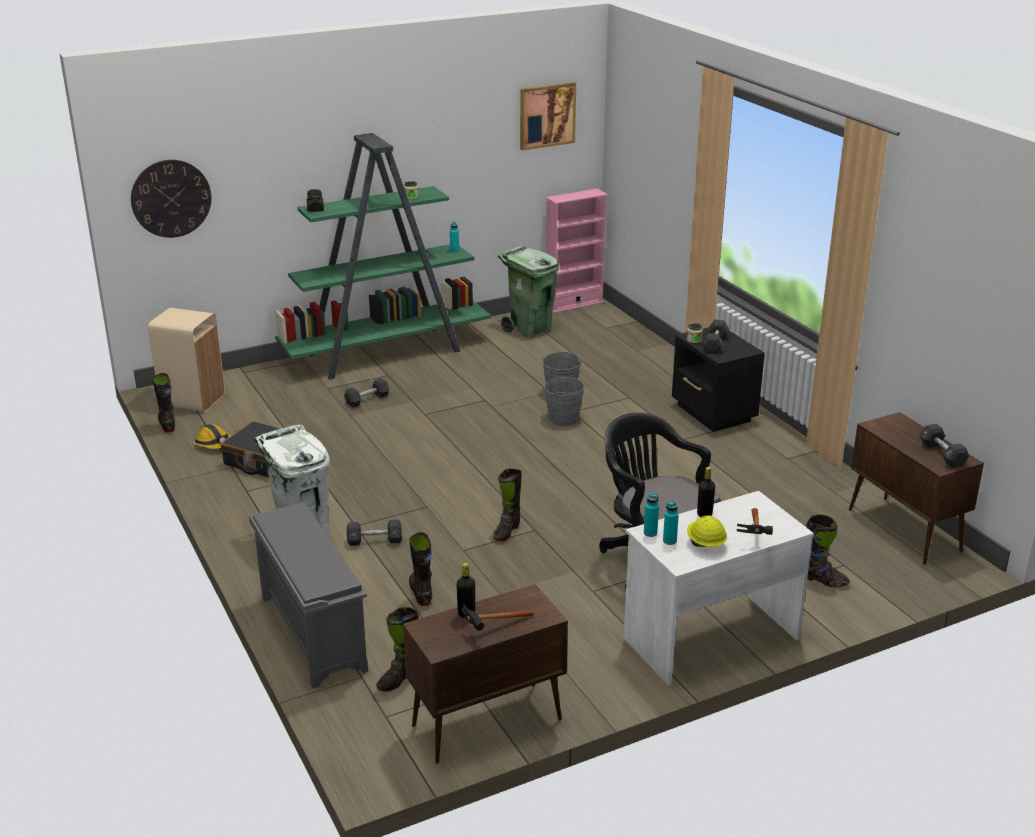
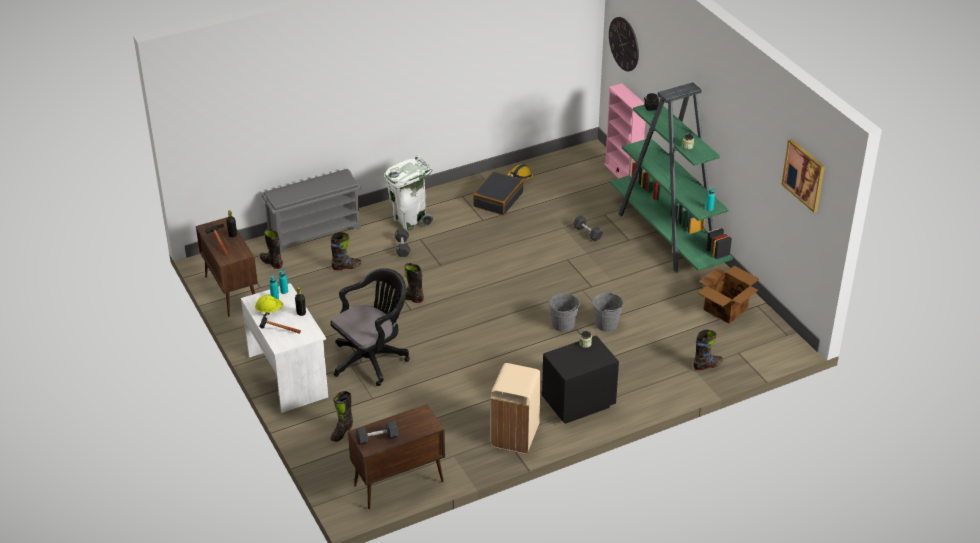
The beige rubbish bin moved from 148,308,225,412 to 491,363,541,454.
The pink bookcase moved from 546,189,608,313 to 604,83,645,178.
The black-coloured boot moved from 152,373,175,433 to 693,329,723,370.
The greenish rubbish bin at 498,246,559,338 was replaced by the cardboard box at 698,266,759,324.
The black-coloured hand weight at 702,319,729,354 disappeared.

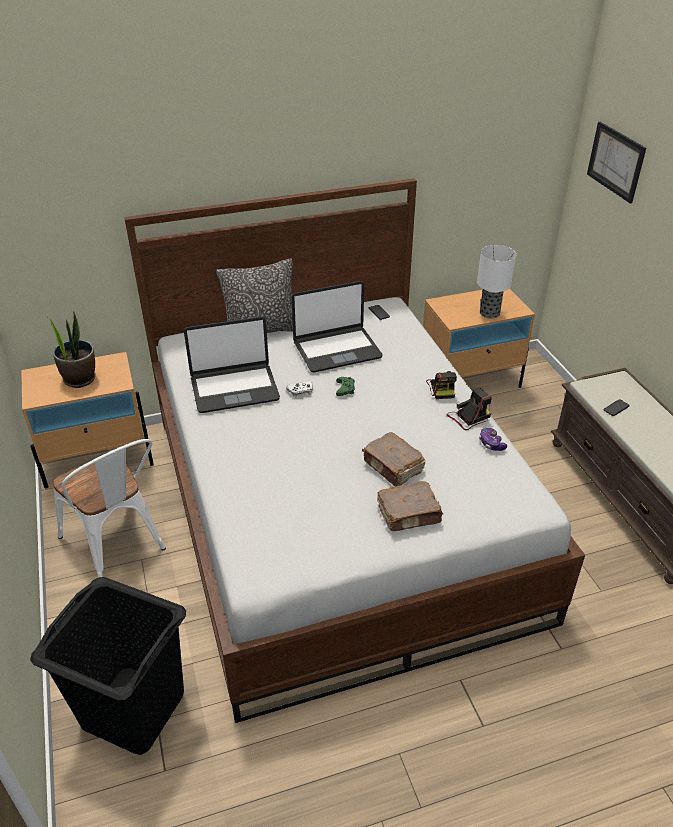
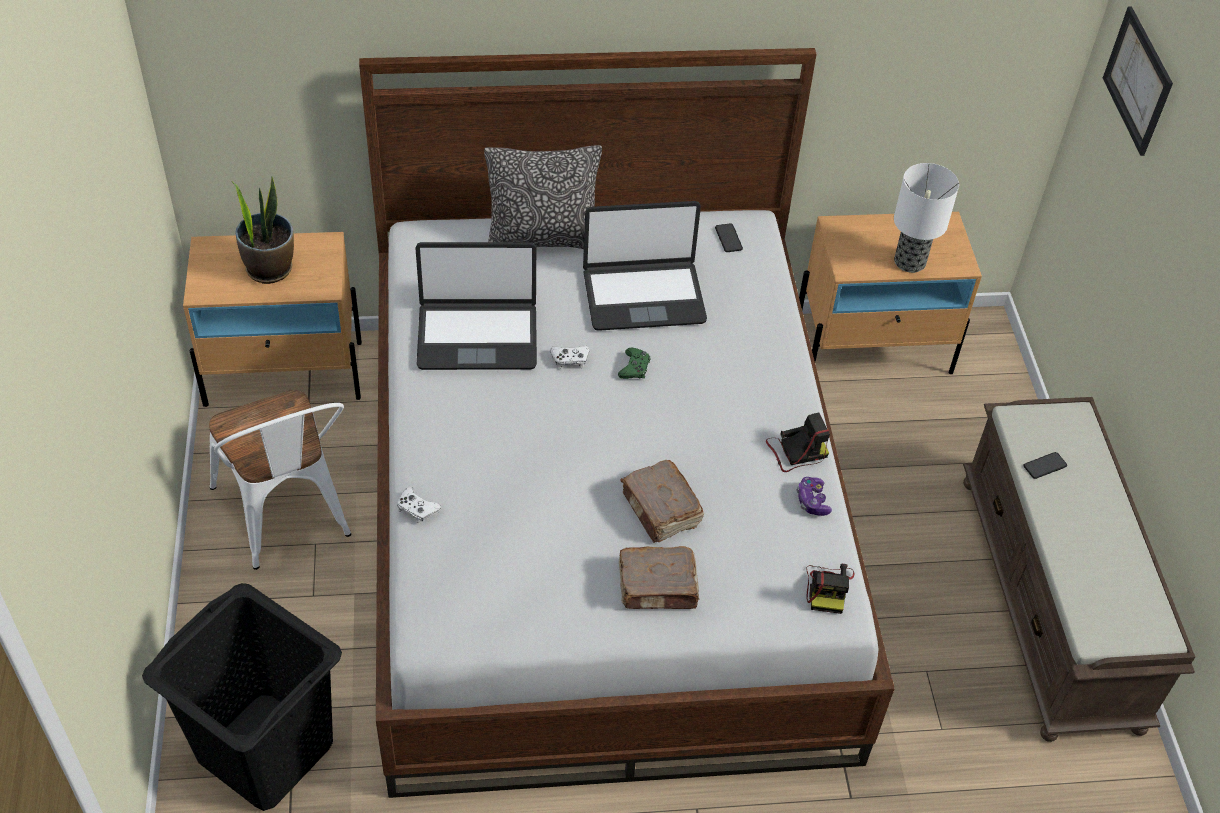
The white-coloured game controller at 397,487,441,523 appeared.
The photo camera moved from 426,371,457,399 to 806,564,855,614.

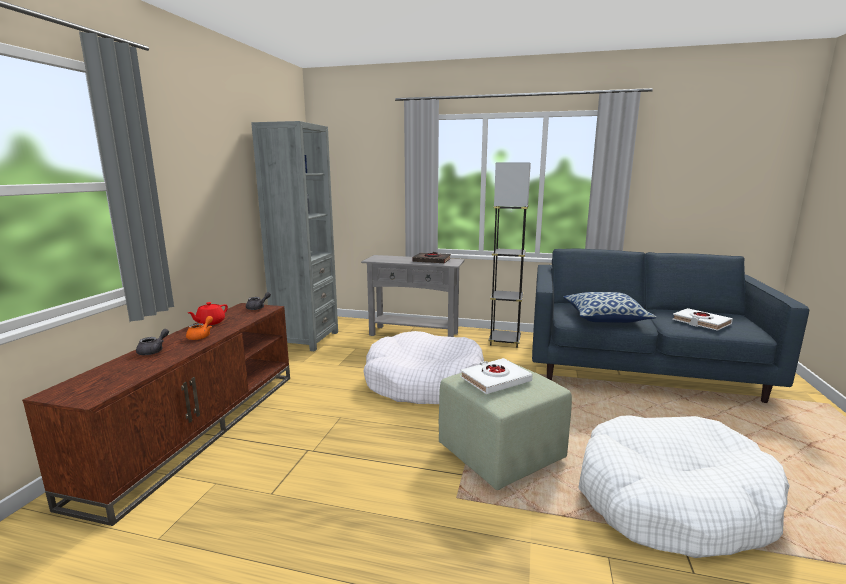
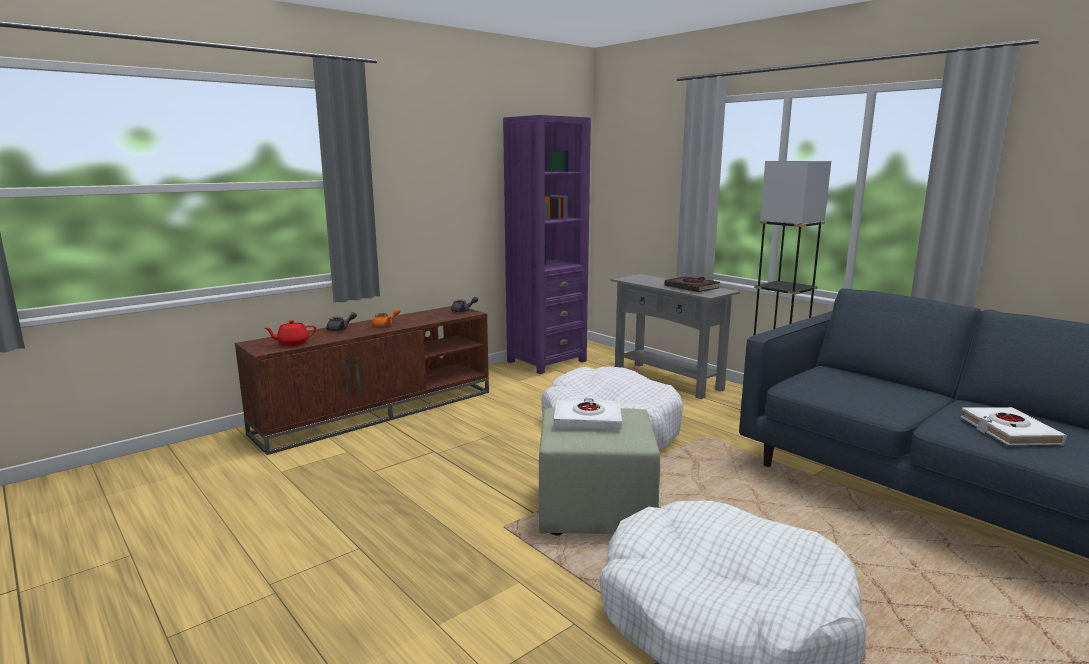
The red-coloured tea pot moved from 188,302,228,325 to 264,320,316,346.
The gray bookcase at 251,121,338,351 became the purple bookcase at 503,115,591,374.
The cushion at 563,292,657,323 disappeared.

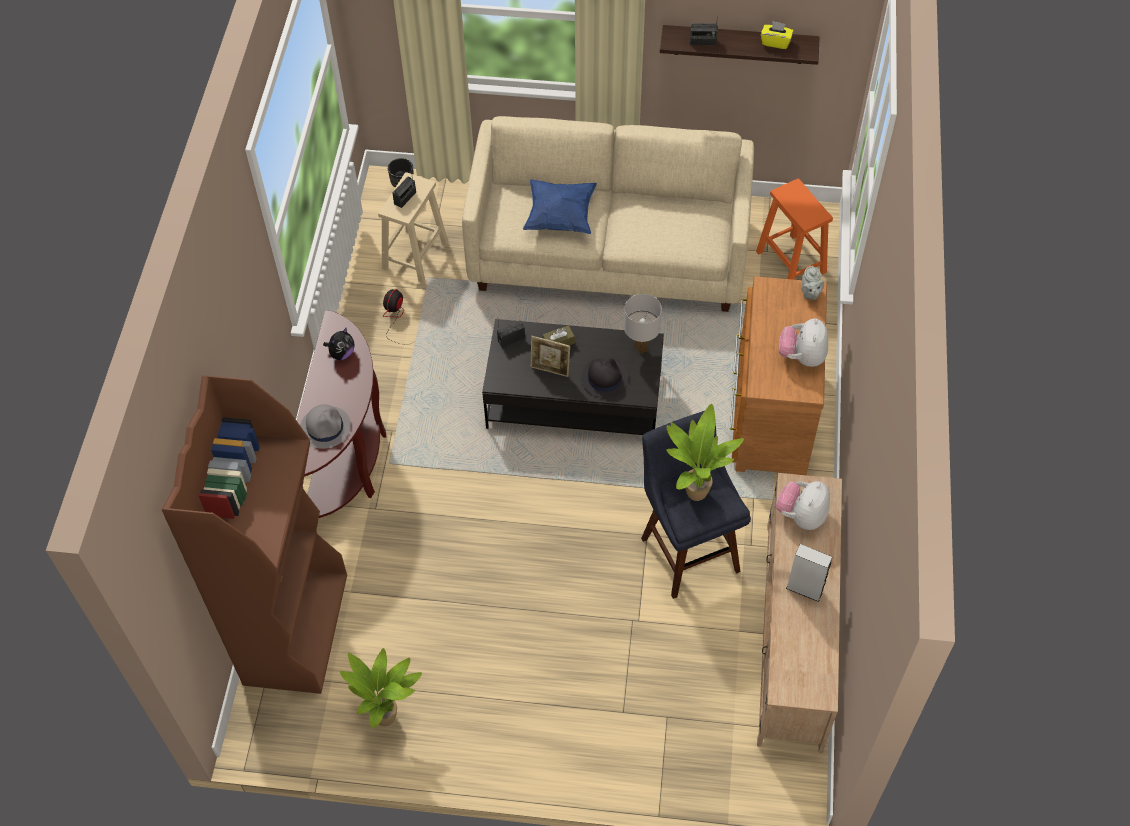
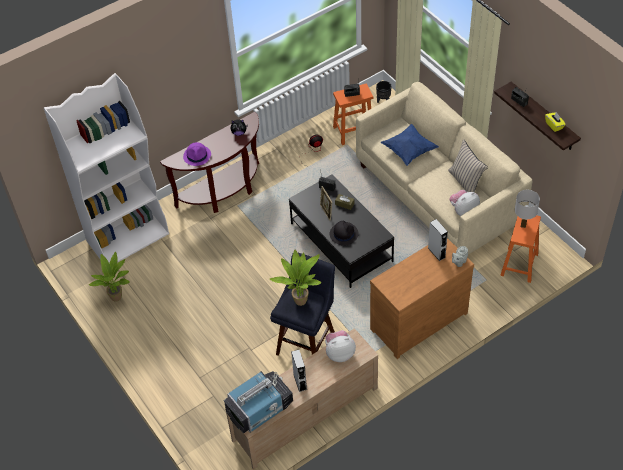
The brownish bookcase at 162,375,347,694 became the white-coloured bookcase at 44,73,169,263.
The gray clothing hat at 300,404,351,449 became the purple clothing hat at 183,142,211,166.
The television at 224,371,293,433 appeared.
The beige stool at 378,172,448,283 became the orangey stool at 333,84,373,145.
The gray audio speaker at 428,219,448,261 appeared.
The beige cushion at 448,139,488,192 appeared.
The plush toy moved from 779,319,828,367 to 449,190,480,216.
The white-coloured table lamp moved from 624,294,662,354 to 515,190,540,228.

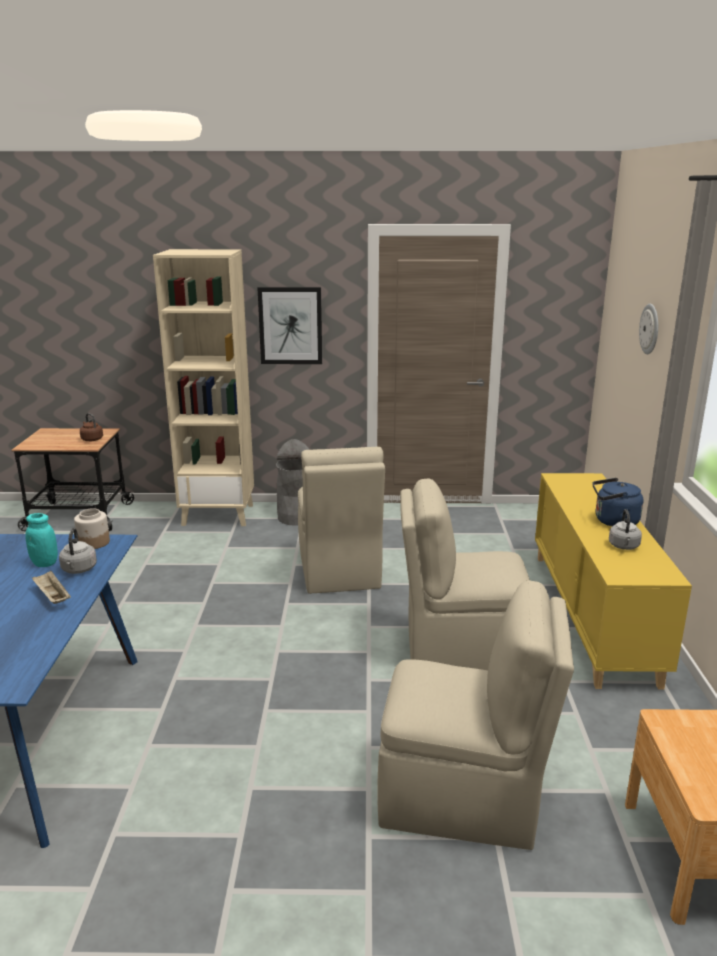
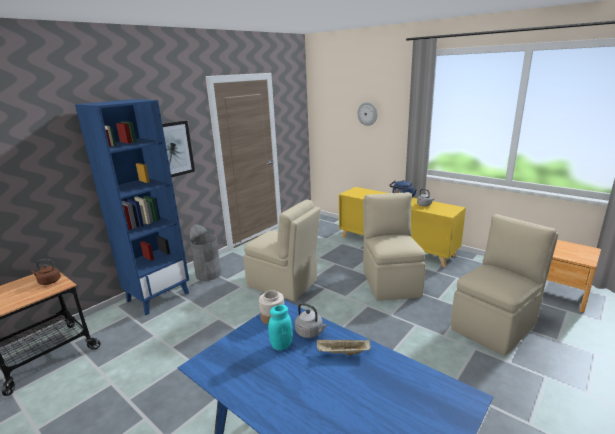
The beige bookcase at 153,249,254,526 became the blue-coloured bookcase at 75,99,189,315.
The beige plain chair at 400,478,530,670 turned 135 degrees clockwise.

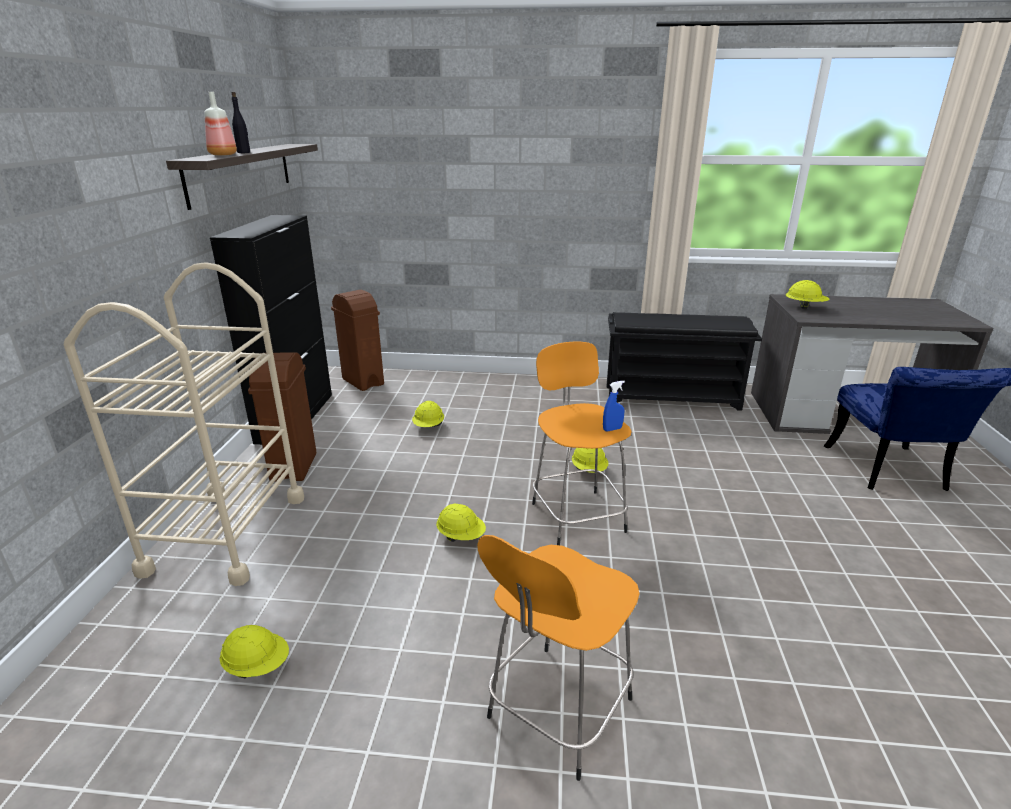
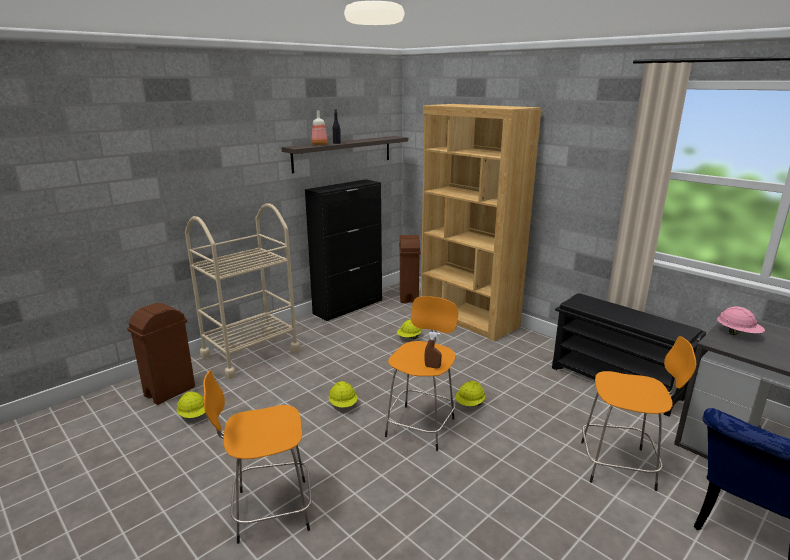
The brownish rubbish bin moved from 248,352,316,481 to 127,303,195,405.
The brownish bookcase at 421,104,542,342 appeared.
The blue-coloured hand sprayer at 603,381,625,431 became the brownish hand sprayer at 424,332,442,368.
The orangey stool at 581,336,696,491 appeared.
The yellow-coloured hard hat at 786,280,830,309 became the pink hard hat at 717,306,765,335.

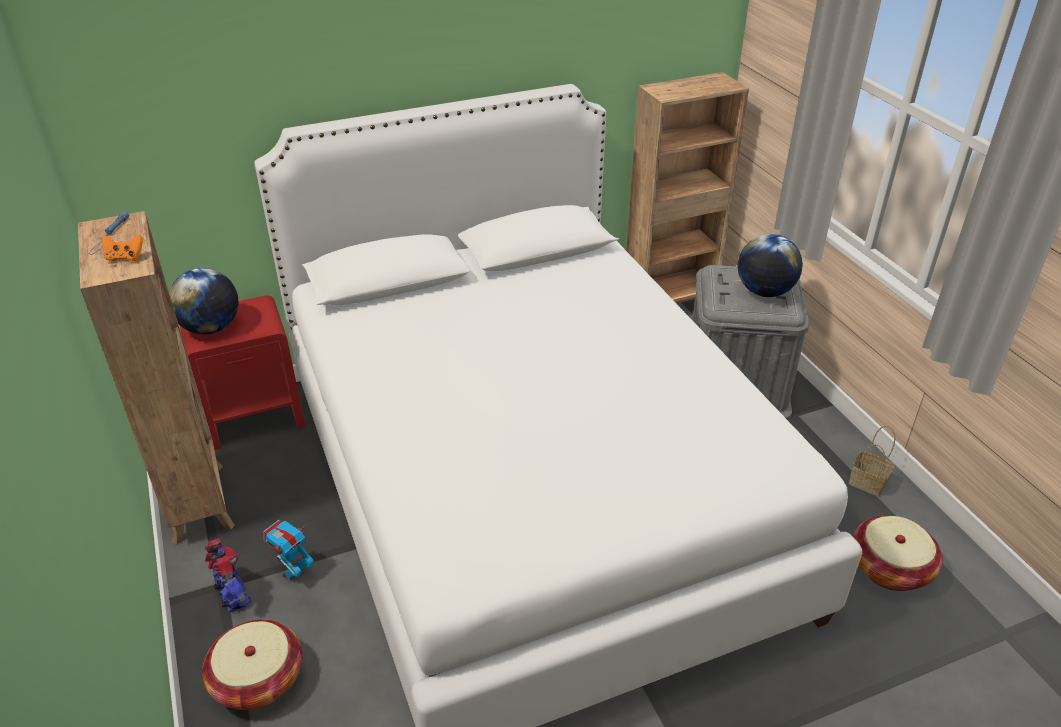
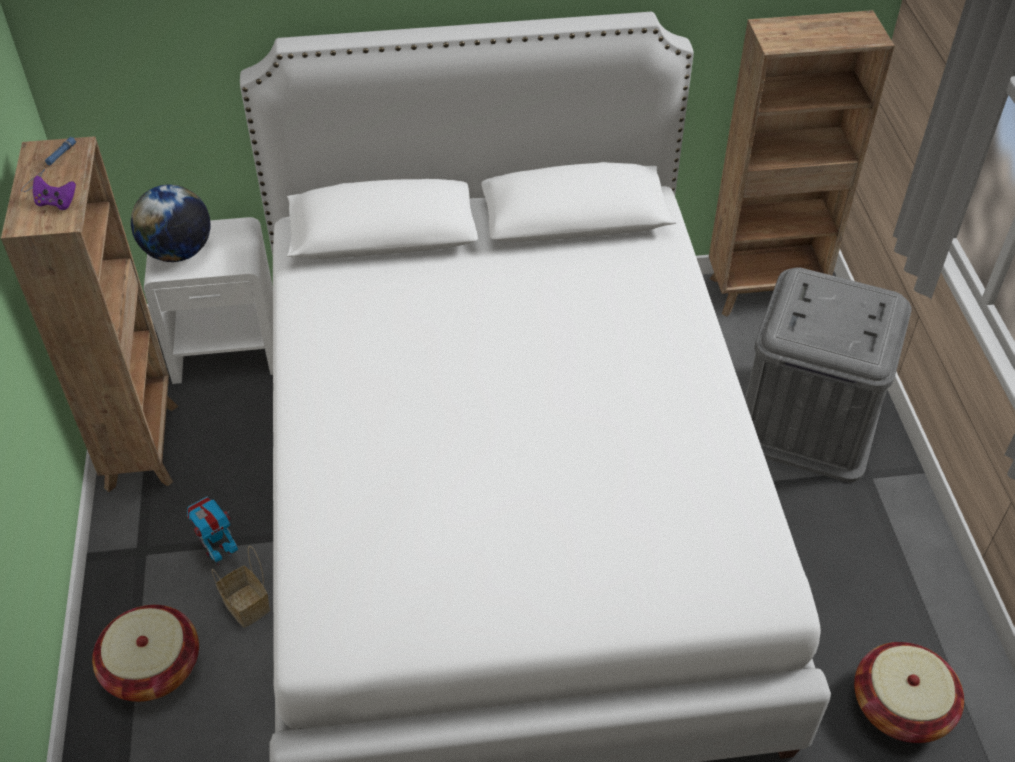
The orangey game controller at 102,235,143,262 became the purple game controller at 33,175,76,210.
The red-coloured nightstand at 180,295,305,450 became the white-coloured nightstand at 144,217,273,384.
The basket moved from 849,425,895,497 to 212,546,270,628.
The robot figure at 205,538,251,612 disappeared.
The globe at 738,234,803,297 disappeared.

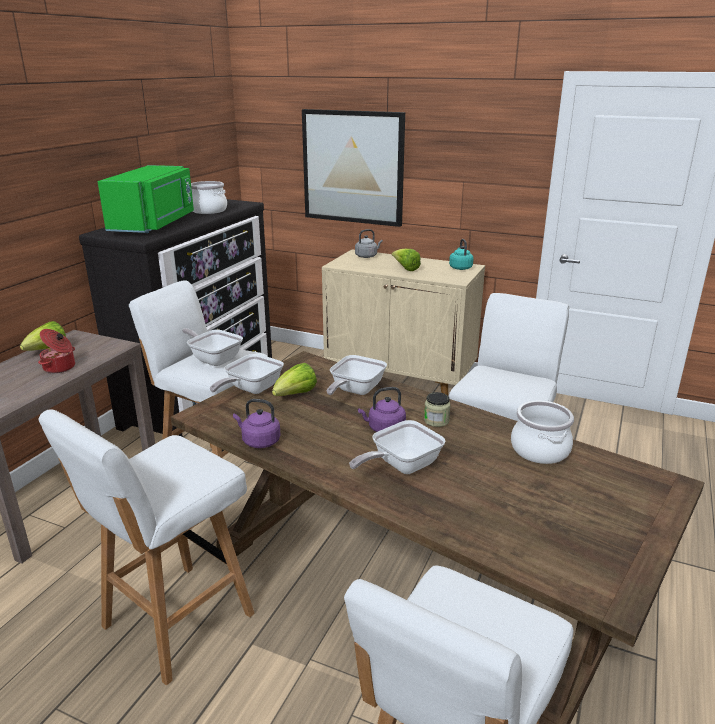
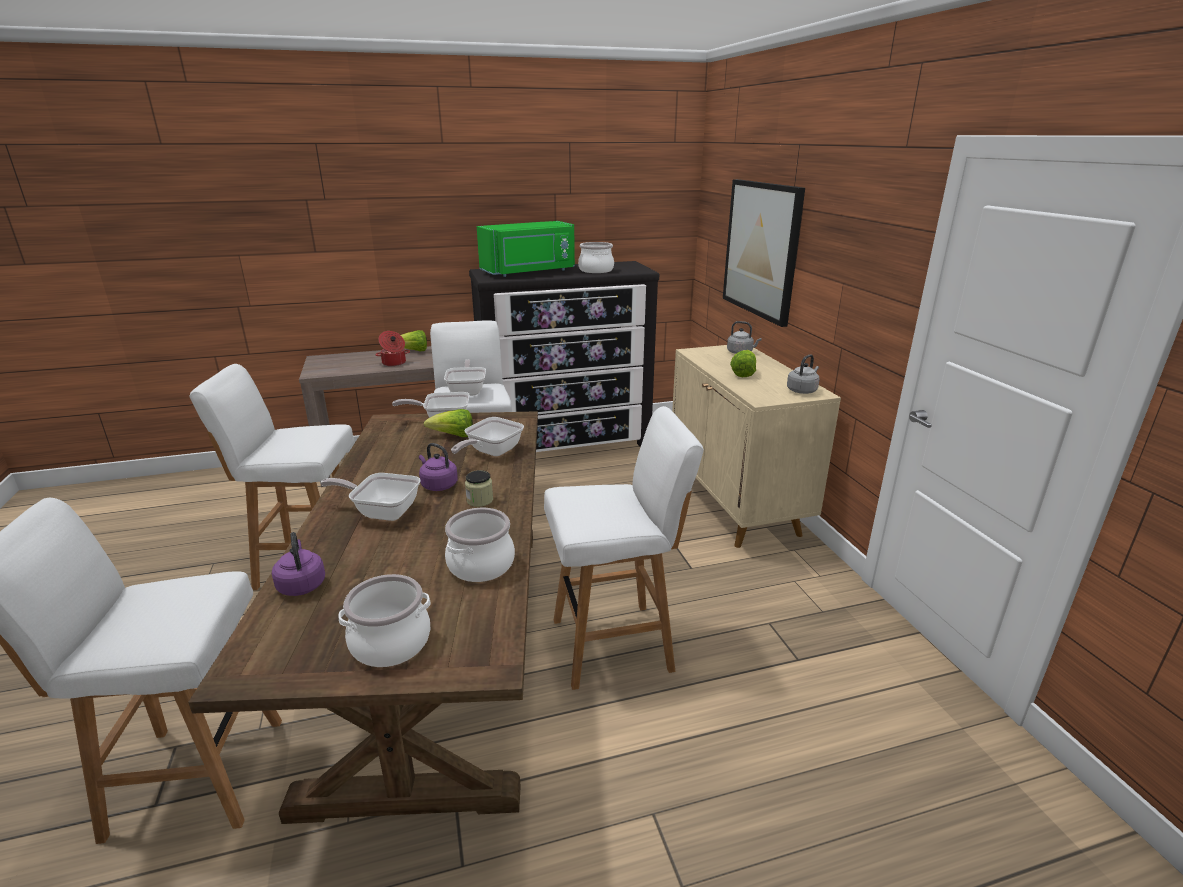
The purple water kettle moved from 233,399,281,448 to 272,532,325,596.
The saucepot at 338,574,430,667 appeared.
The skillet at 327,355,387,395 turned 45 degrees counterclockwise.
The turquoise water kettle at 449,239,474,270 became the gray water kettle at 787,354,820,394.

